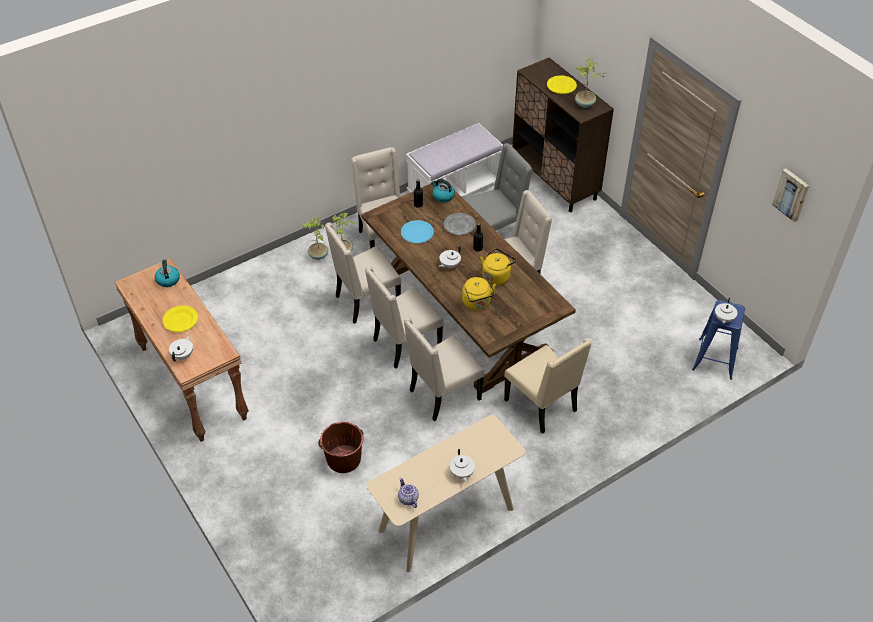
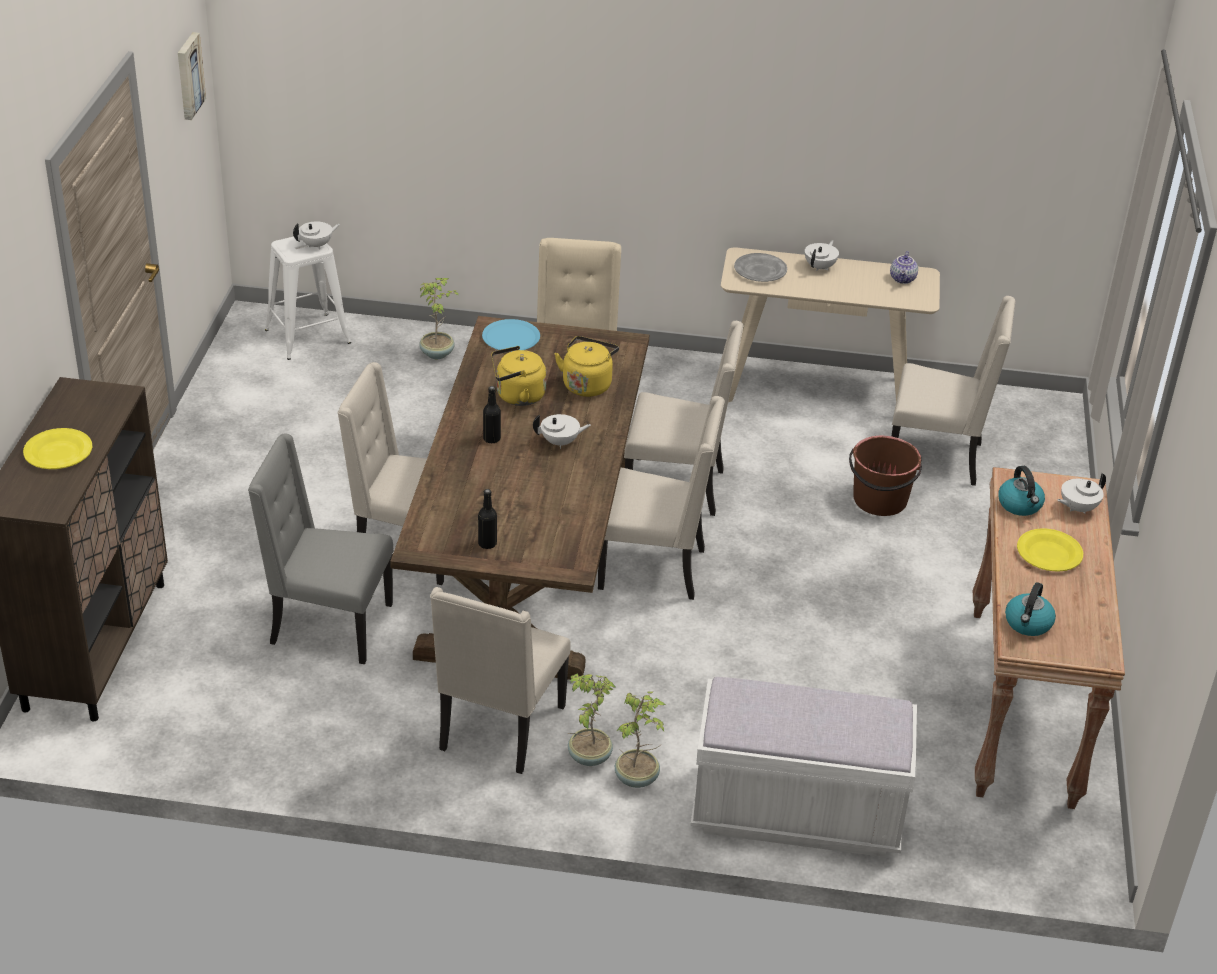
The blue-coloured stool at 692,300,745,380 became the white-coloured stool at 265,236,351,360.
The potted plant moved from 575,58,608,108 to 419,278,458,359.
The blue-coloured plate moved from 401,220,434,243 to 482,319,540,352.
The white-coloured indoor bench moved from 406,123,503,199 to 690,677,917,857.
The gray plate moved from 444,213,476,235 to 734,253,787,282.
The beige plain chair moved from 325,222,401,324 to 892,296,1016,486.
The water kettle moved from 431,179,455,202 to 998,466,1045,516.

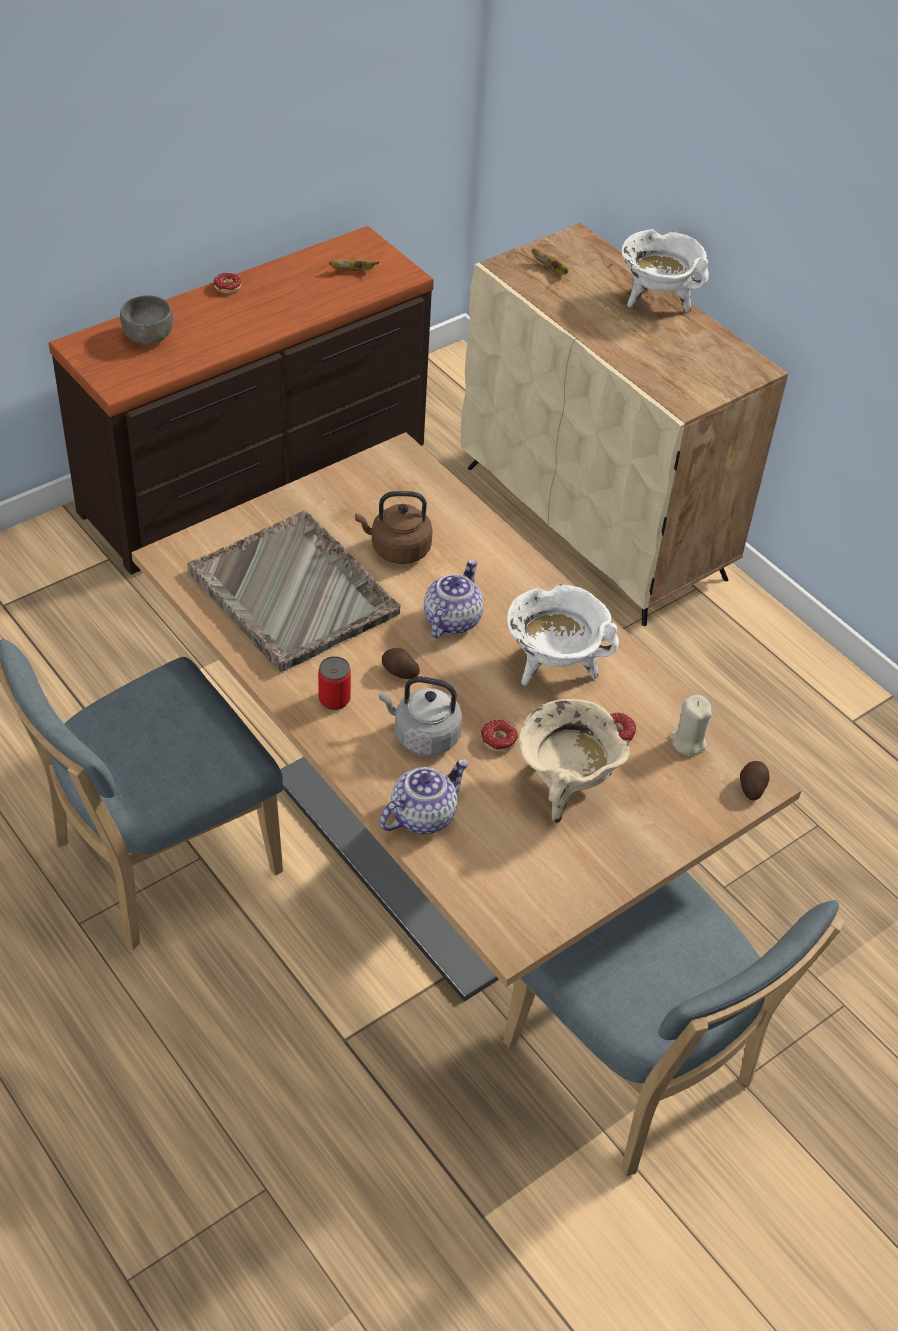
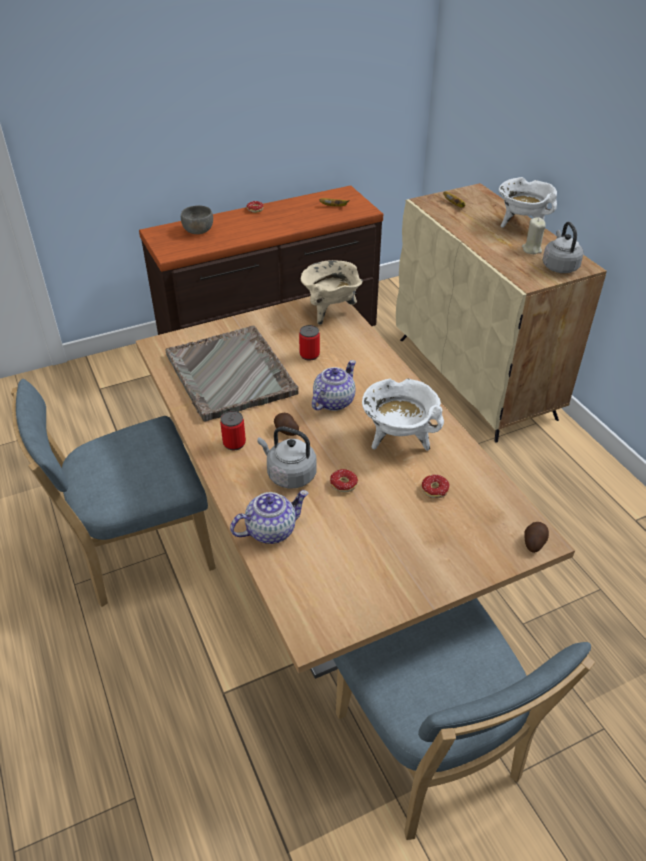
The brownish water kettle at 355,491,433,564 was replaced by the can at 299,325,320,361.
The beige saucepot moved from 519,699,630,823 to 301,260,363,325.
The beige wax light moved from 669,695,712,756 to 522,217,546,254.
The gray water kettle at 543,222,584,273 appeared.

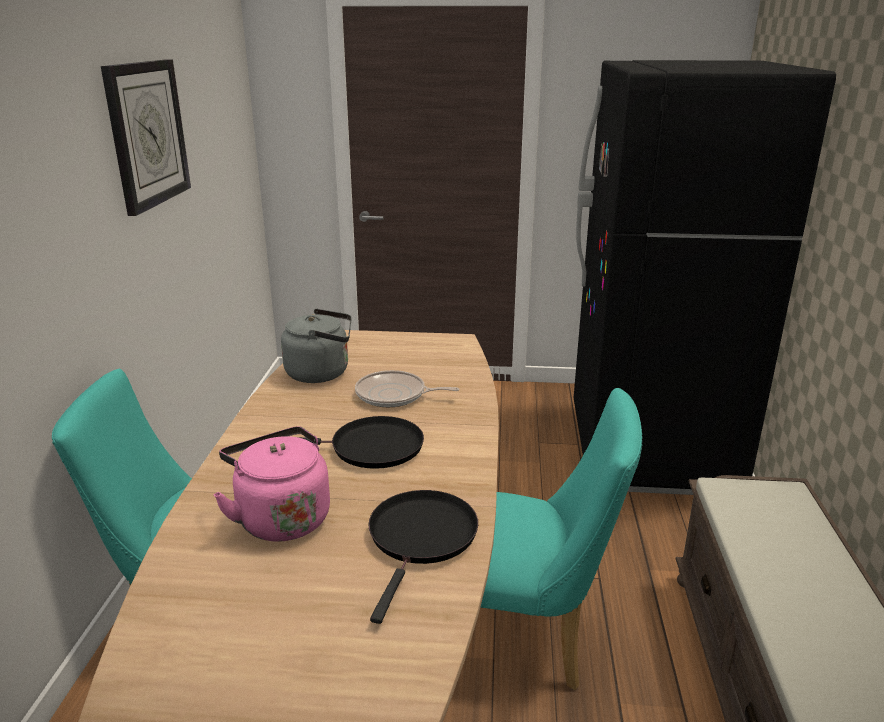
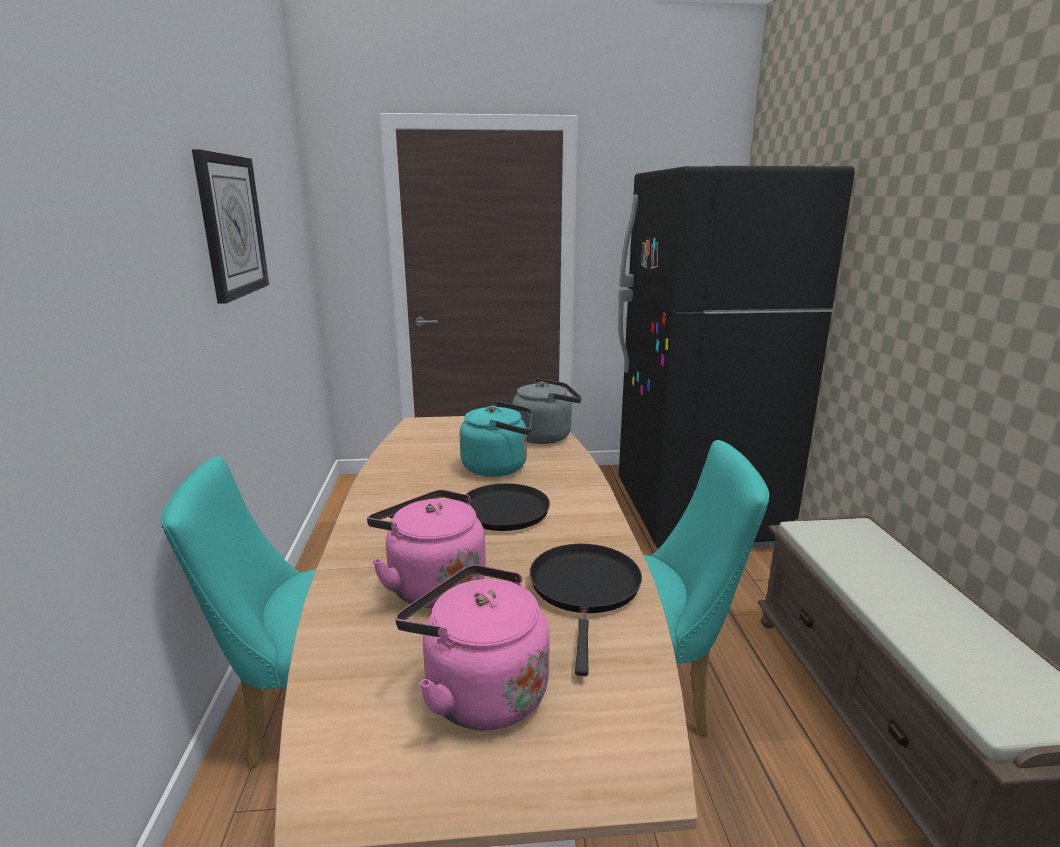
The pink water kettle at 395,565,550,730 appeared.
The skillet at 355,370,460,407 was replaced by the turquoise water kettle at 460,401,532,477.
The gray water kettle moved from 281,309,352,383 to 512,378,582,444.

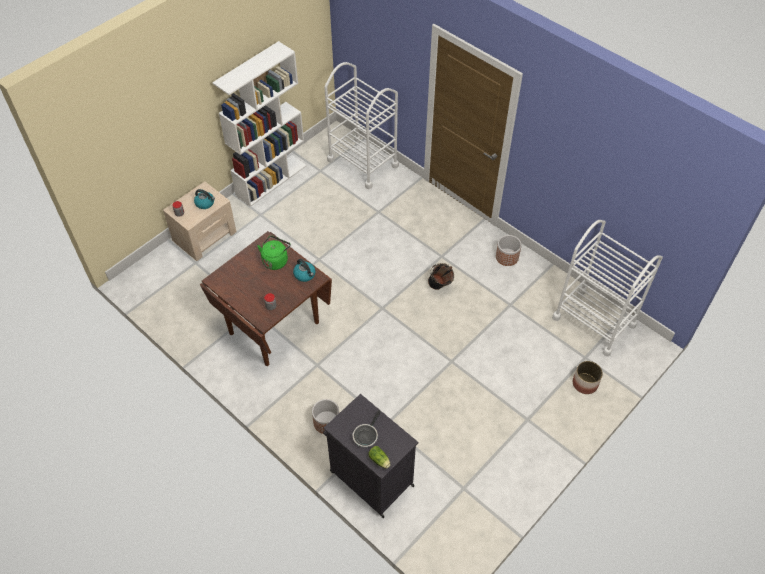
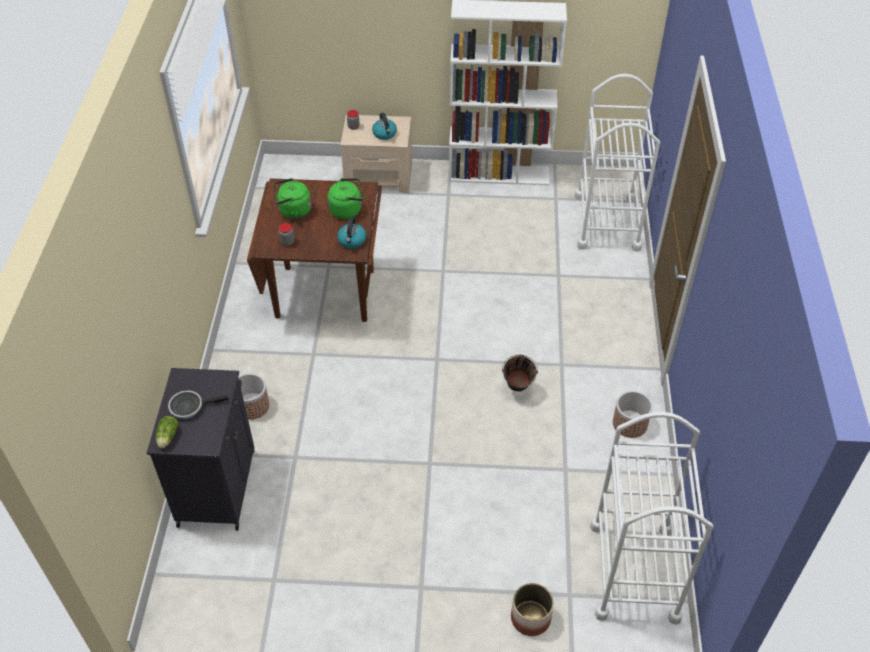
The greenish water kettle at 274,178,311,219 appeared.

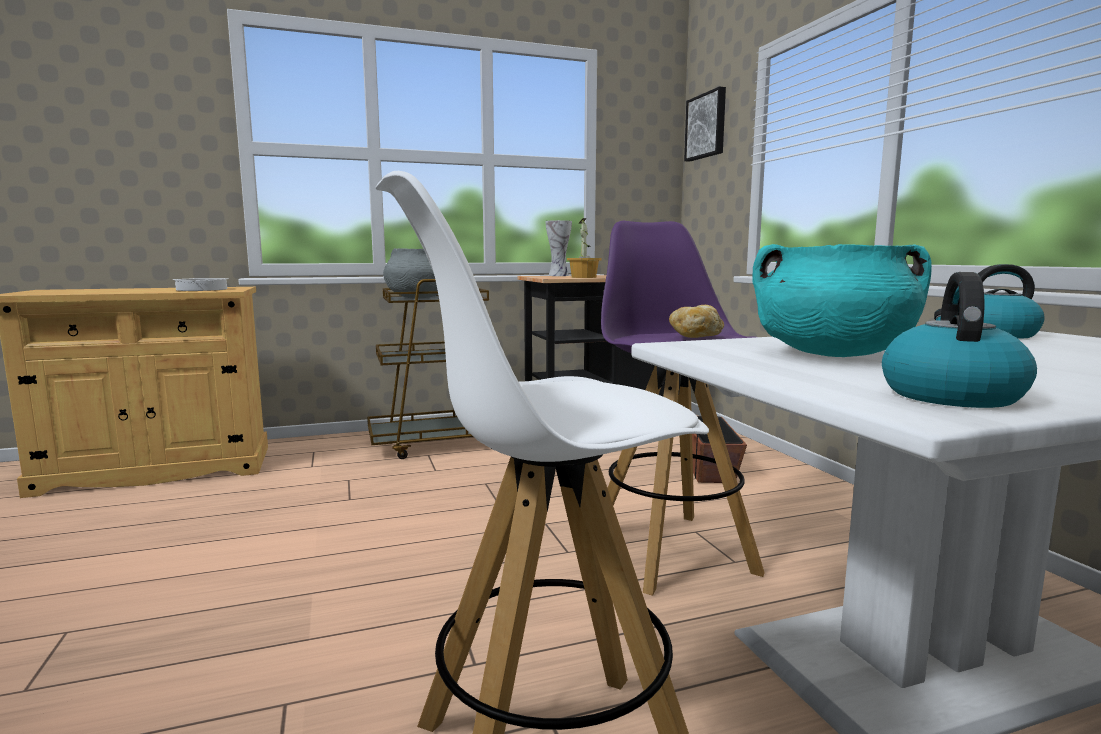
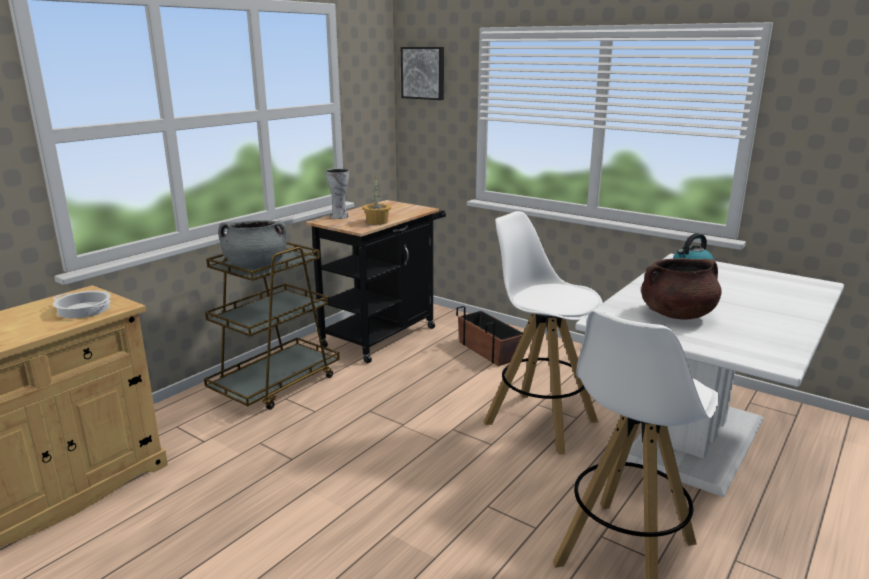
The purple stool at 601,221,765,596 became the white-coloured stool at 484,211,603,455.
The turquoise saucepot at 753,244,932,357 became the brownish saucepot at 641,258,722,319.
The baked bread at 669,305,724,338 disappeared.
The water kettle at 882,272,1037,408 disappeared.

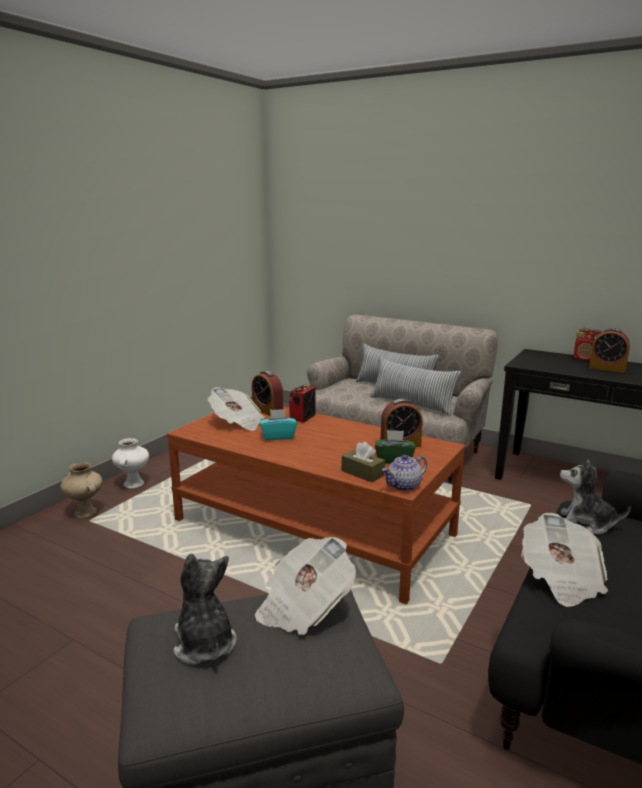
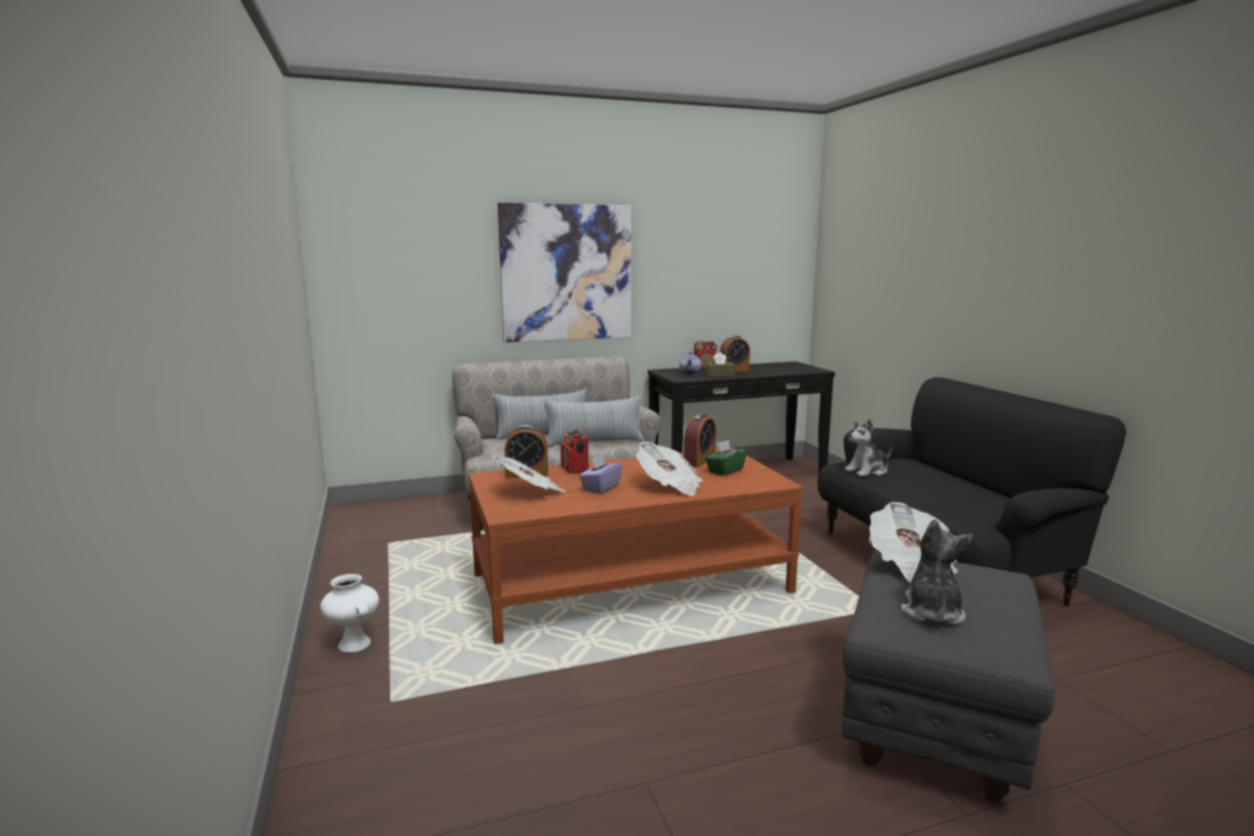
The wall picture at 498,203,631,342 appeared.
The turquoise tissue holder at 260,409,297,440 became the purple tissue holder at 579,454,622,494.
The printed paper moved from 521,513,608,607 to 635,442,702,496.
The tea pot moved from 382,455,427,491 to 679,352,701,375.
The brownish tissue holder moved from 342,442,385,482 to 705,352,735,377.
The plush toy at 173,553,237,665 turned 90 degrees clockwise.
The beige vase at 60,462,102,518 disappeared.

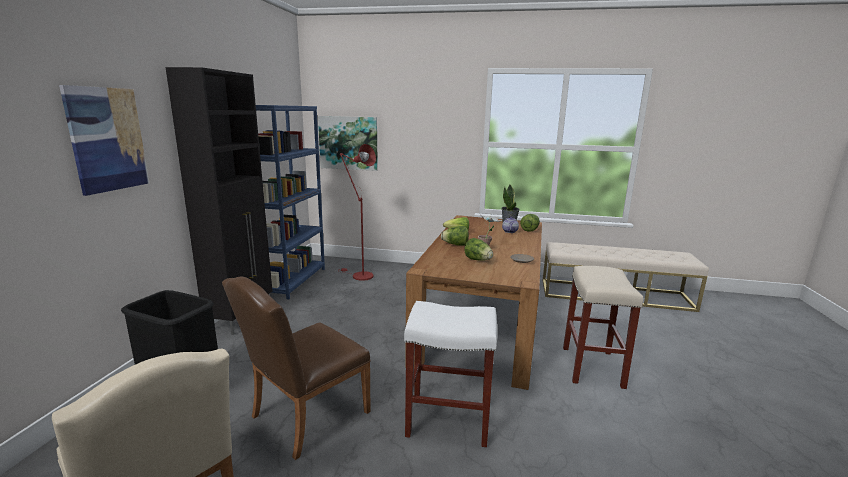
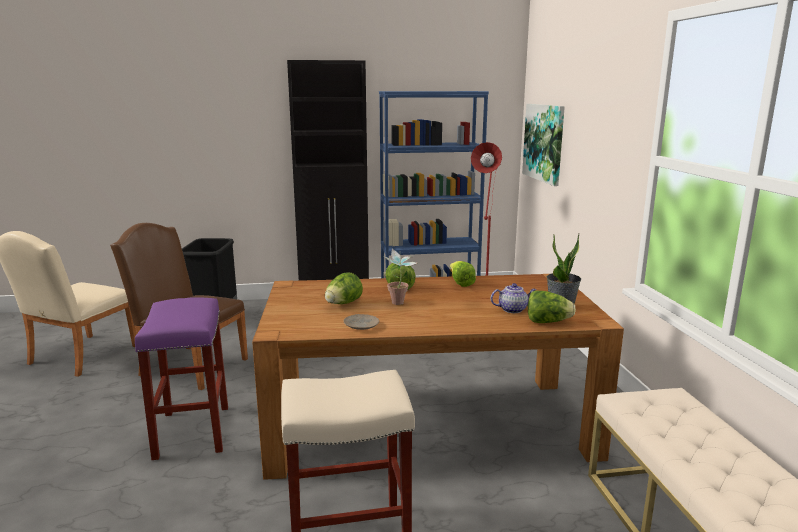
The white-coloured stool at 404,301,497,447 became the purple stool at 135,297,228,460.
The wall picture at 59,85,149,196 disappeared.

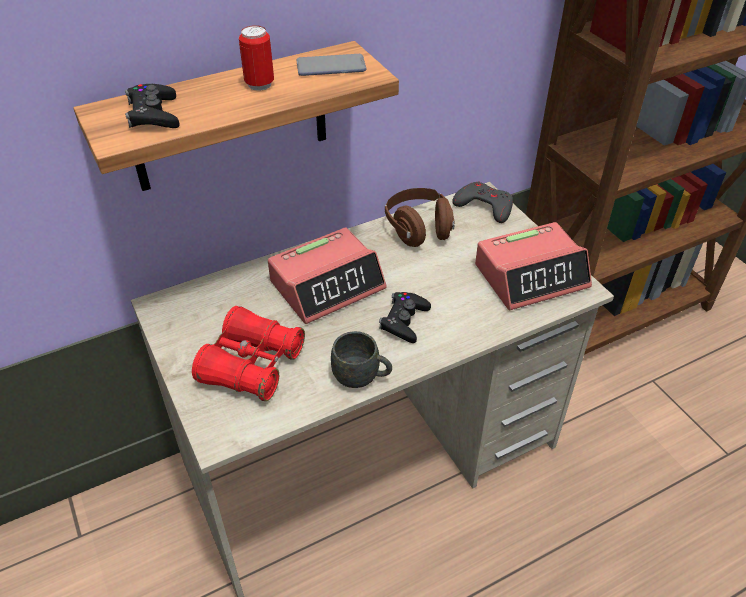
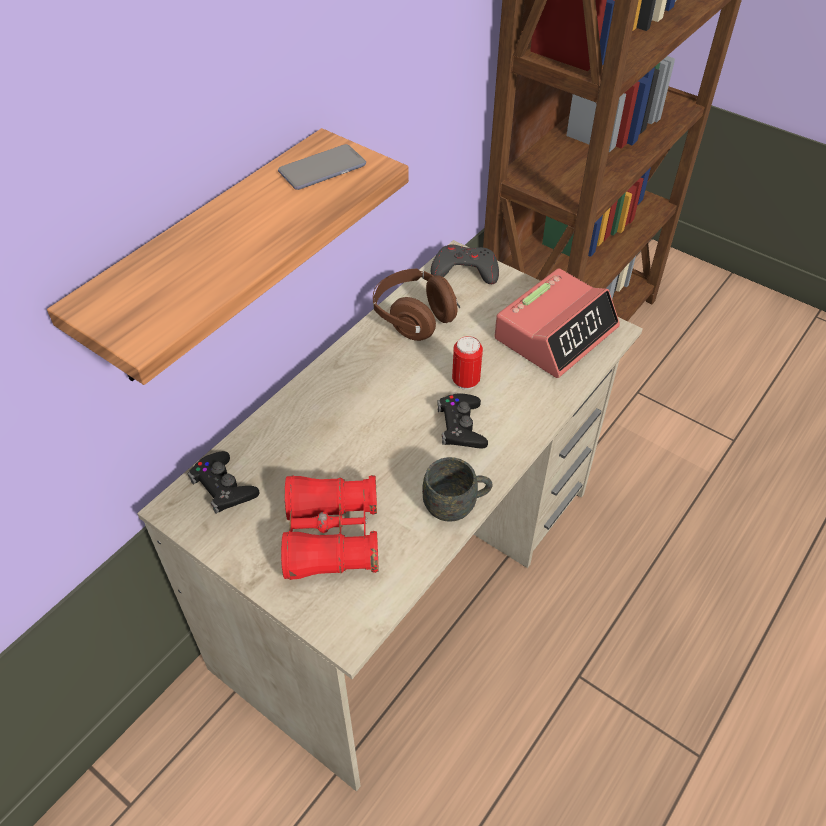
The black-coloured game controller moved from 125,84,180,128 to 188,451,259,514.
The can moved from 239,25,274,91 to 452,336,483,390.
The table clock at 268,228,387,324 disappeared.

